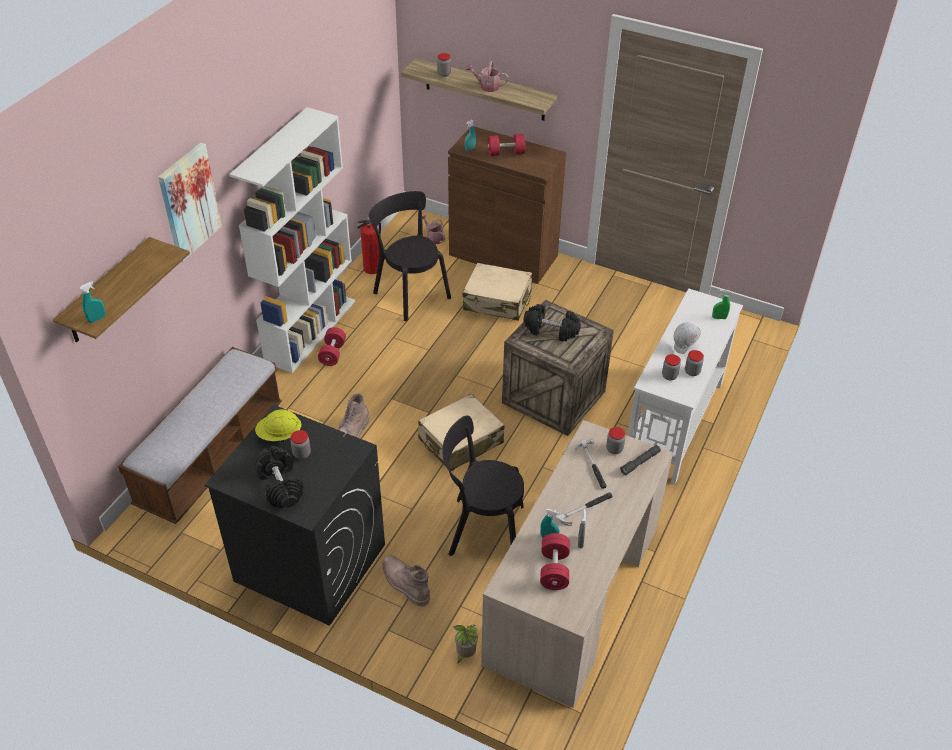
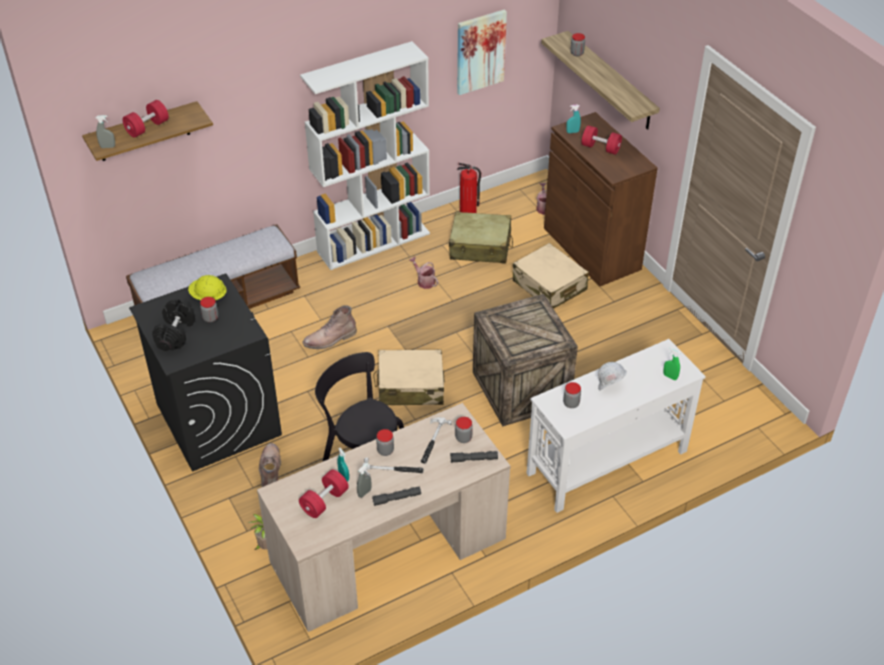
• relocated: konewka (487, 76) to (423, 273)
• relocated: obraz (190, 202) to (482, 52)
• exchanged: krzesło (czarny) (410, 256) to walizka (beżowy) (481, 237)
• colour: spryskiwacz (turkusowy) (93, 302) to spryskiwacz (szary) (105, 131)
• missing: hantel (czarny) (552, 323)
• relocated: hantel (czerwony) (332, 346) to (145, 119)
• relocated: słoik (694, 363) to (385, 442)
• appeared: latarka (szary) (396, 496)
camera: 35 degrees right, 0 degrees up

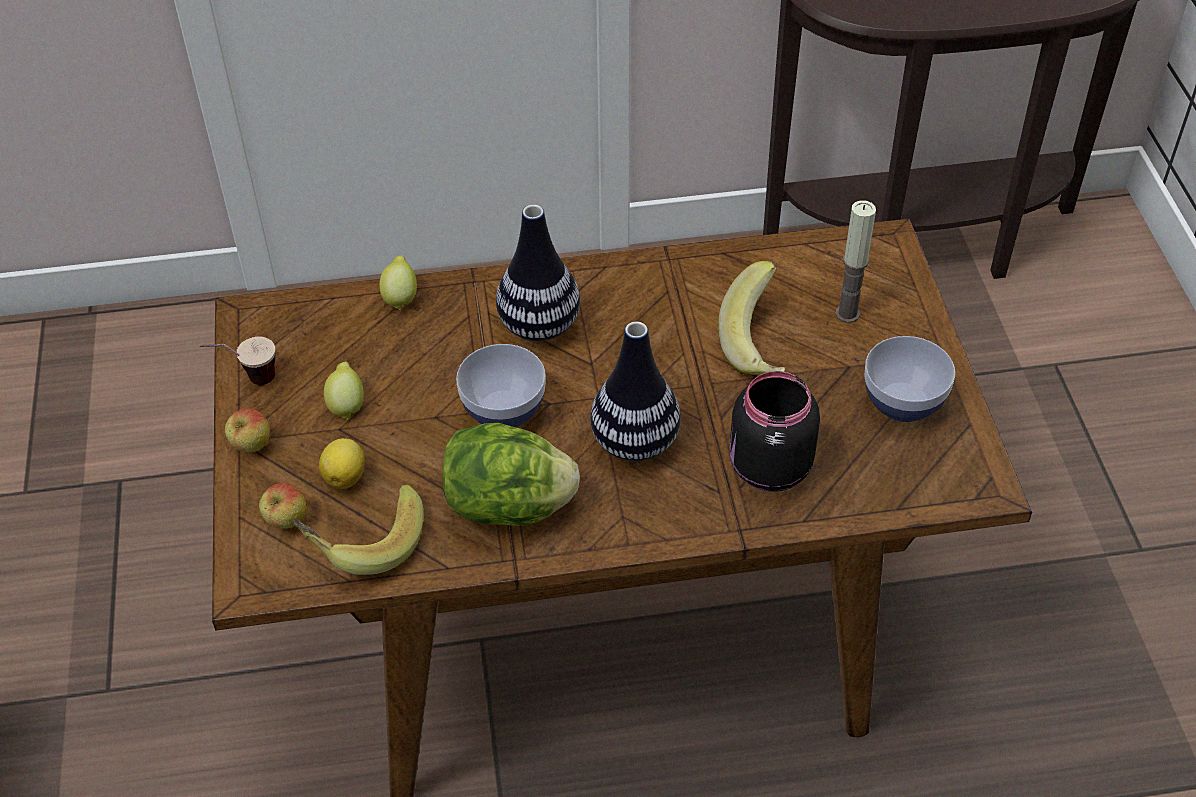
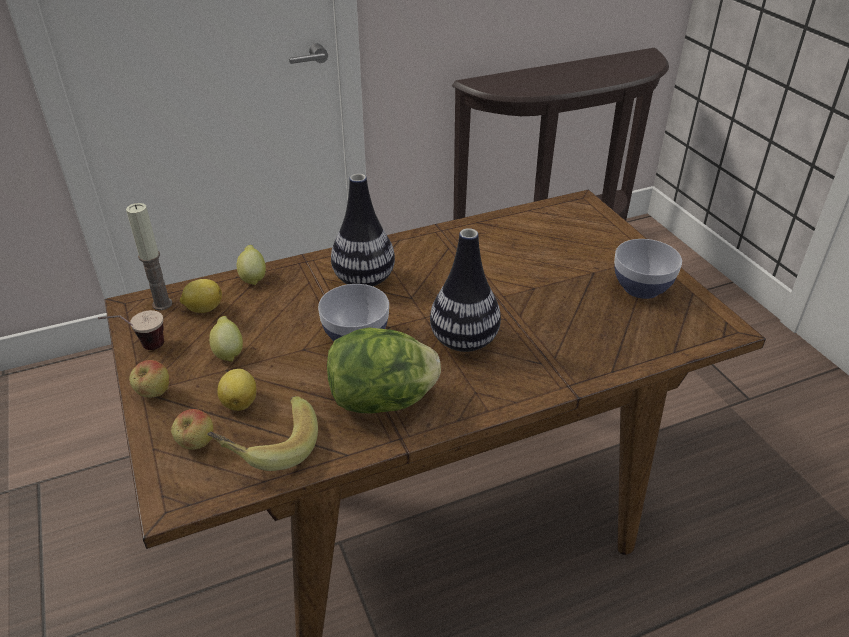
• relocated: świeca (855, 261) to (149, 256)
• missing: banan (751, 318)
• missing: słoik (czarny) (775, 431)
• appeared: cytryna (201, 296)
camera: 15 degrees left, 10 degrees down

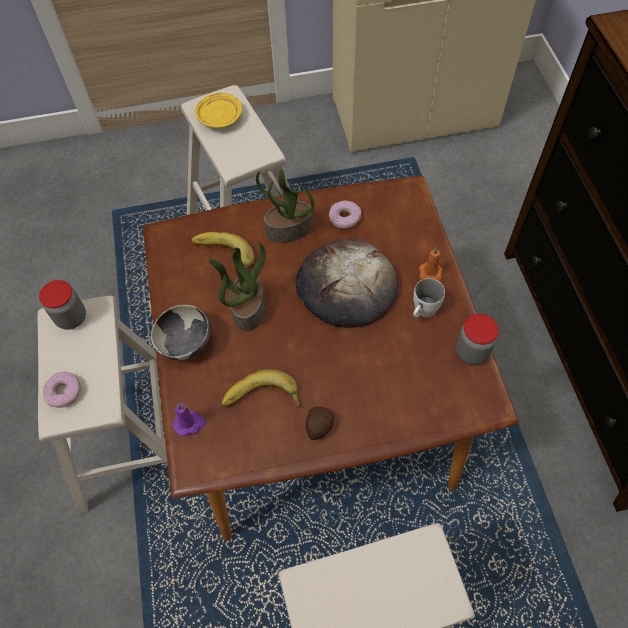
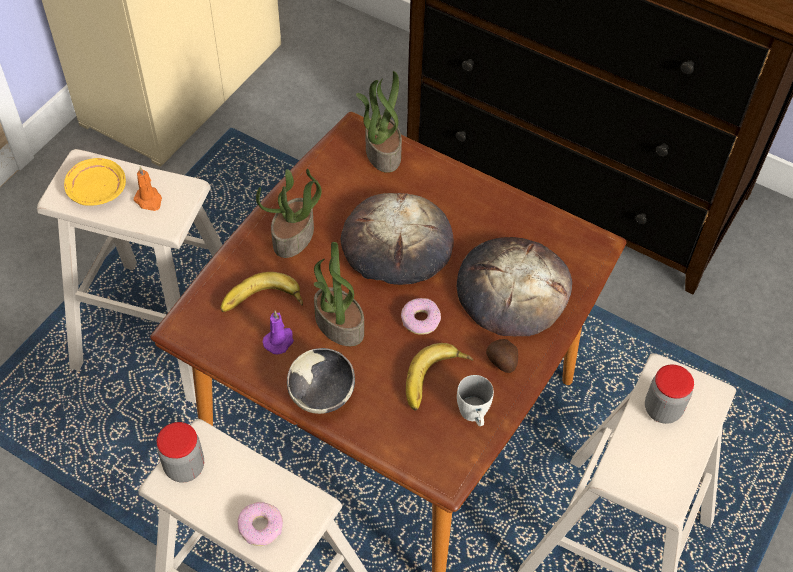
• relocated: donut (345, 214) to (421, 316)
• relocated: świeca (pomarańczowy) (431, 264) to (148, 188)
• relocated: kubek (biały) (429, 298) to (475, 400)
• relocated: słoik (477, 339) to (669, 394)
• relocated: świeca (fioletowy) (189, 420) to (278, 333)
• appeared: roślina doniczkowa (379, 122)
• appeared: chleb (514, 286)
camera: 50 degrees left, 5 degrees down

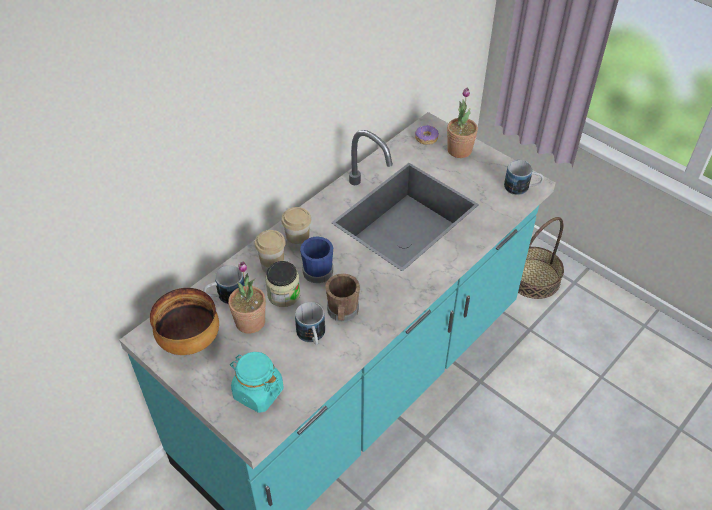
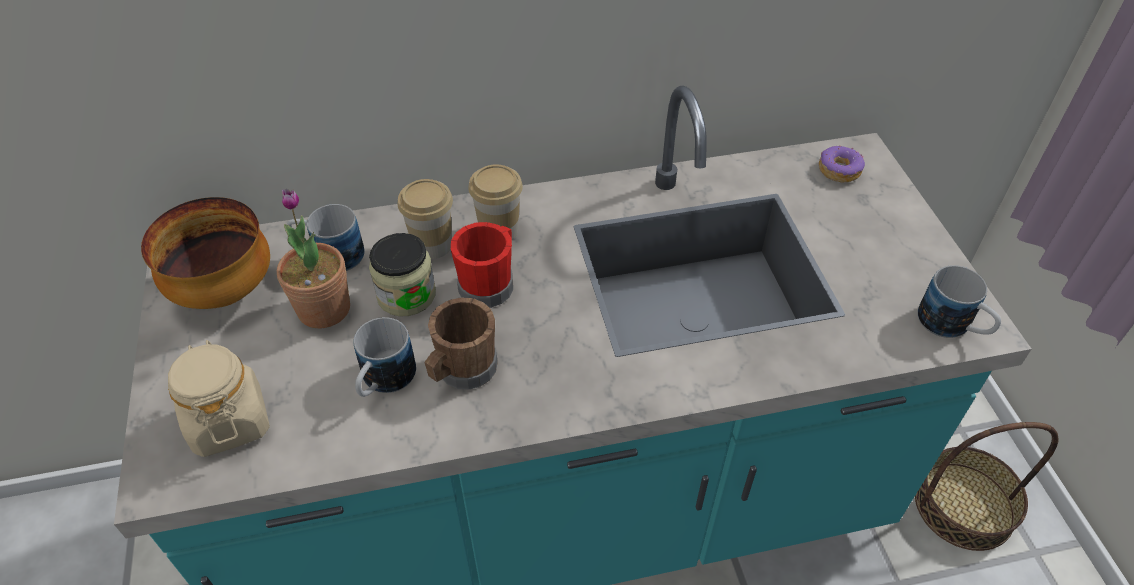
• missing: roślina doniczkowa (462, 122)
• colour: kubek (niebieski) (316, 259) to kubek (czerwony) (482, 265)
• colour: słoik (turkusowy) (257, 382) to słoik (beżowy) (219, 398)
camera: 35 degrees right, 0 degrees up

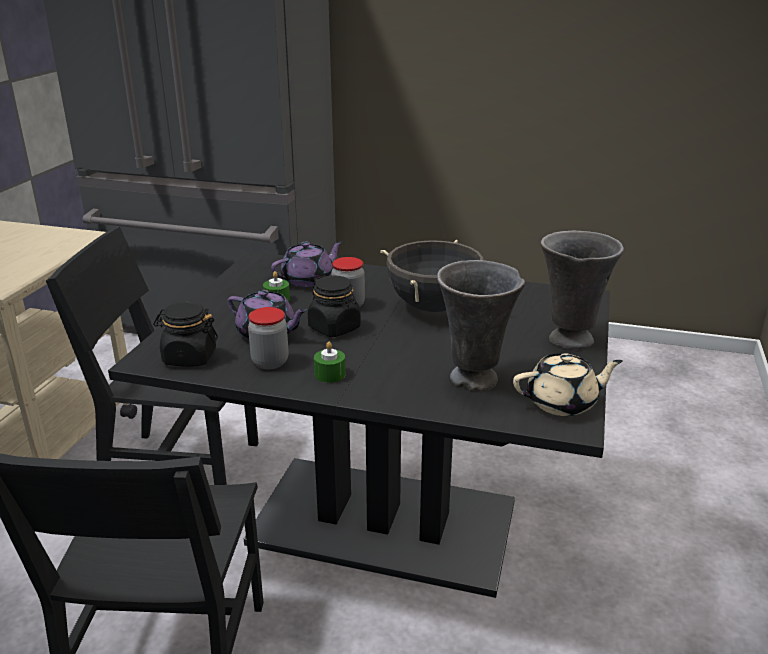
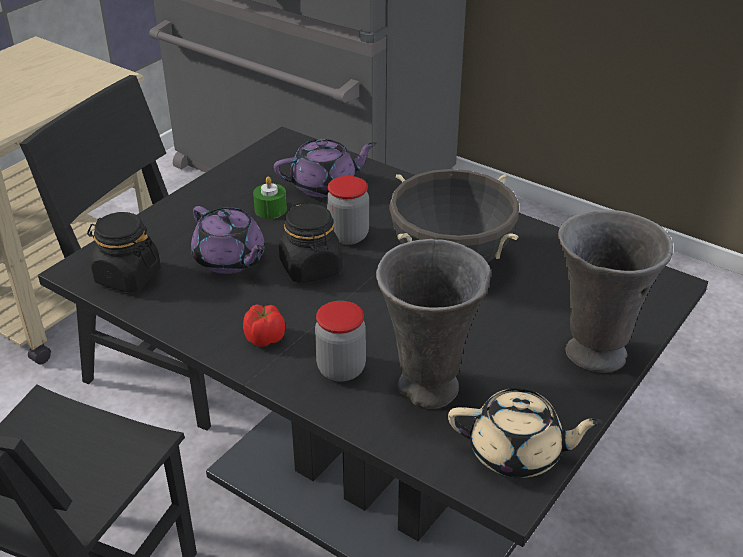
• relocated: słoik (268, 338) to (340, 341)
• exchanged: świeca (zielony) (330, 362) to pomidor (264, 325)
camera: 20 degrees right, 10 degrees up

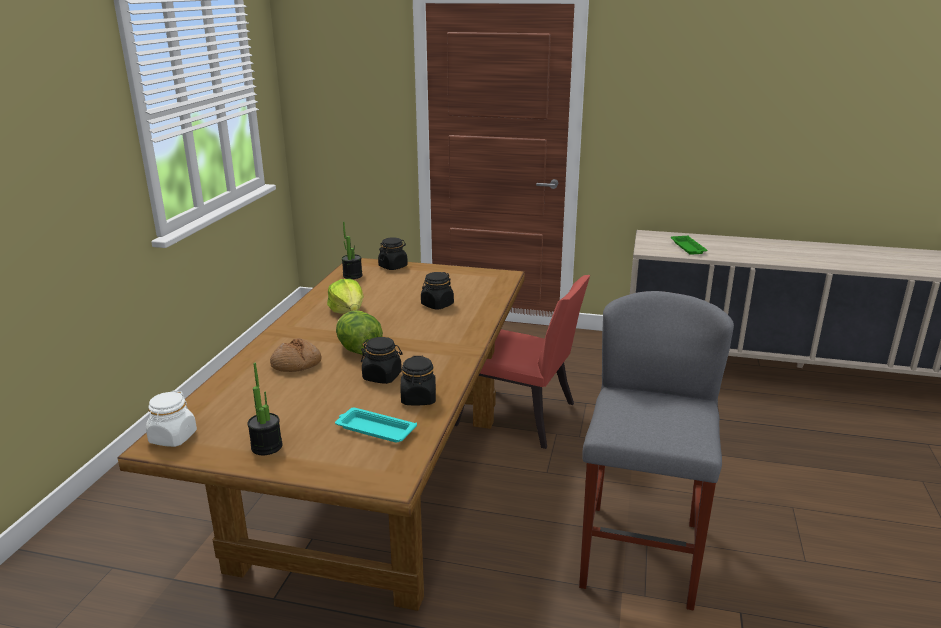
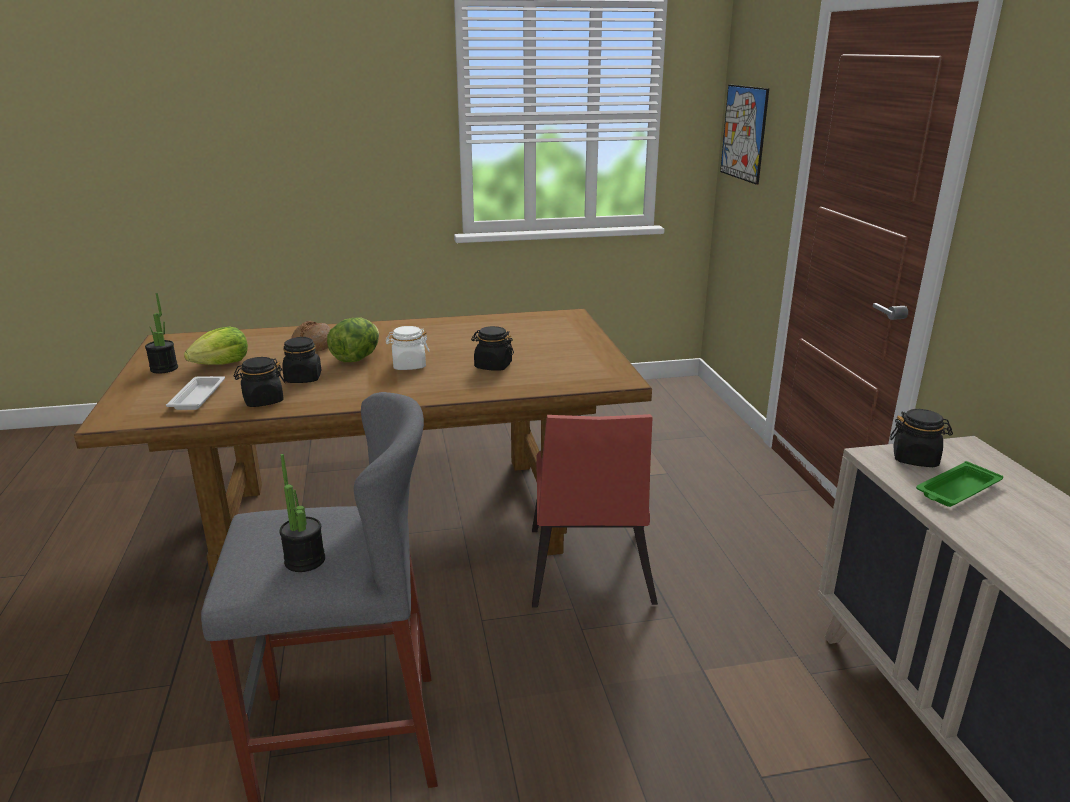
• relocated: roślina doniczkowa (352, 250) to (302, 513)
• relocated: słoik (czarny) (393, 253) to (921, 438)
• relocated: sałata (345, 296) to (216, 346)
• relocated: słoik (biały) (171, 418) to (407, 348)
• colour: taca (turkusowy) (376, 425) to taca (biały) (195, 393)
• appeared: obraz (744, 135)
camera: 65 degrees right, 0 degrees up

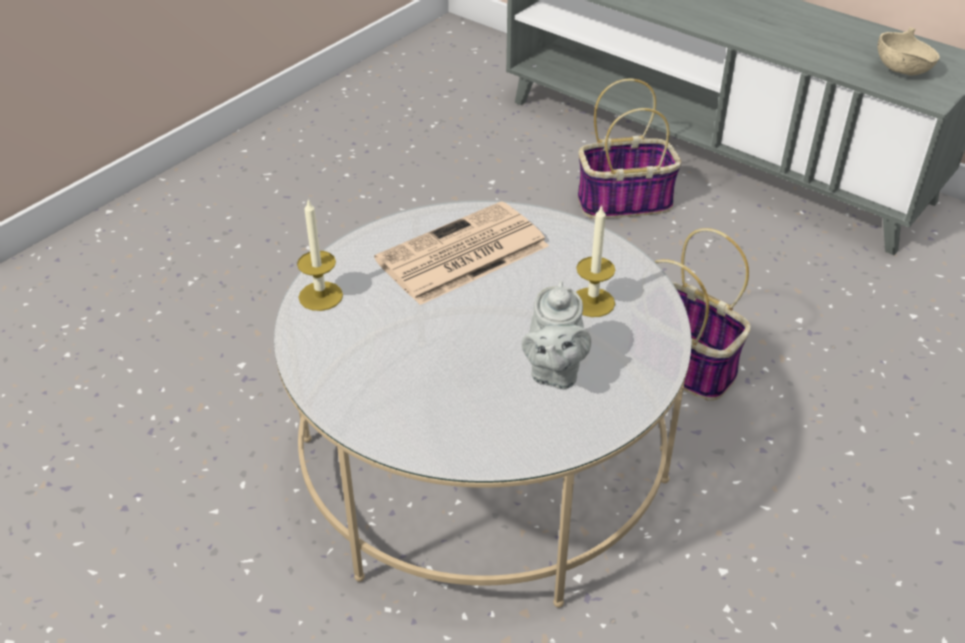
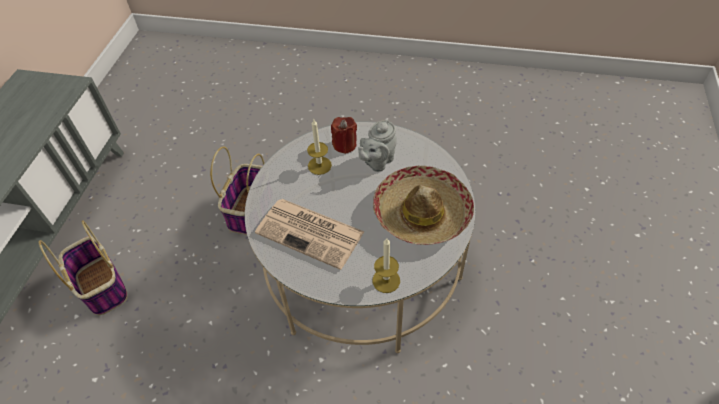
• missing: miska (beżowy) (909, 51)
• spun: imbryk (szary) (556, 335) = (377, 145) 150 degrees clockwise
• appeared: świeca (czerwony) (344, 135)
• appeared: kapelusz (423, 205)
camera: 115 degrees left, 10 degrees up

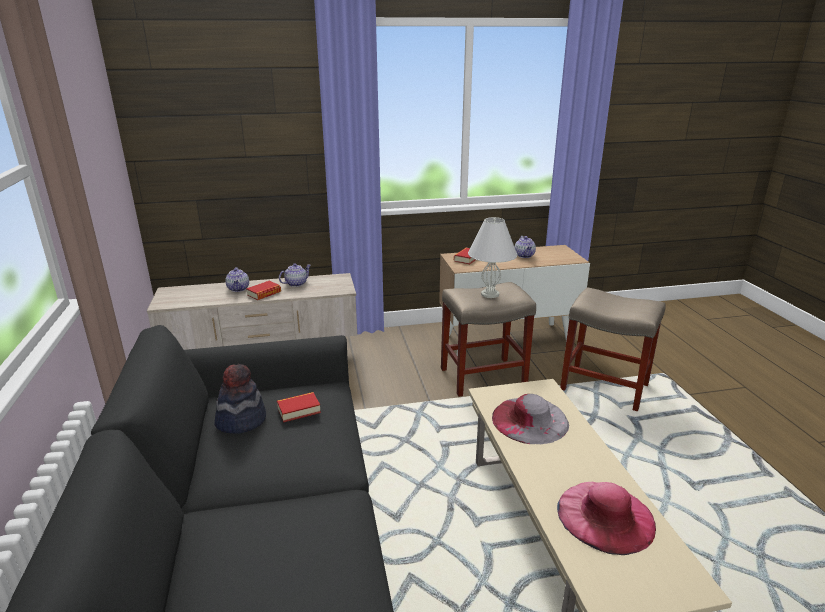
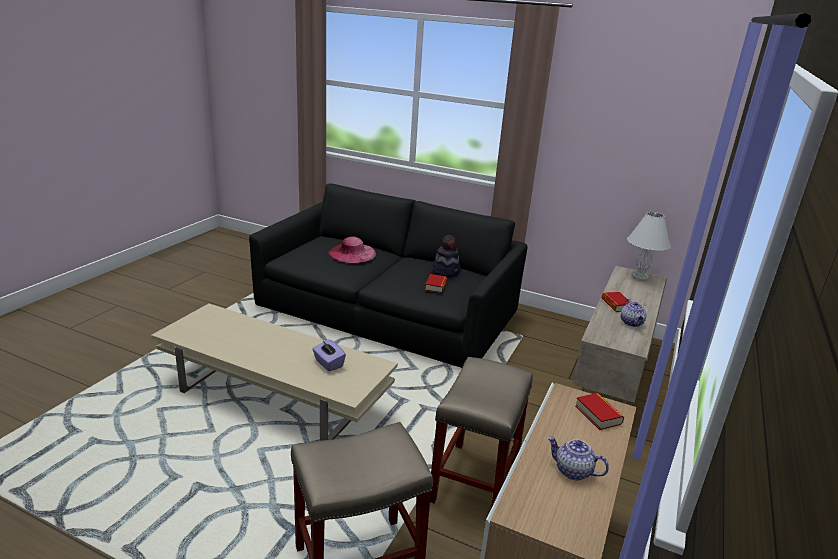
• relocated: lampa stołowa (biały) (492, 257) to (649, 246)
• missing: imbryk (237, 279)
• exchanged: kapelusz (szary) (530, 419) to pudełko chusteczek (fioletowy) (329, 355)
• relocated: kapelusz (różowy) (606, 518) to (352, 249)
camera: 125 degrees right, 0 degrees up

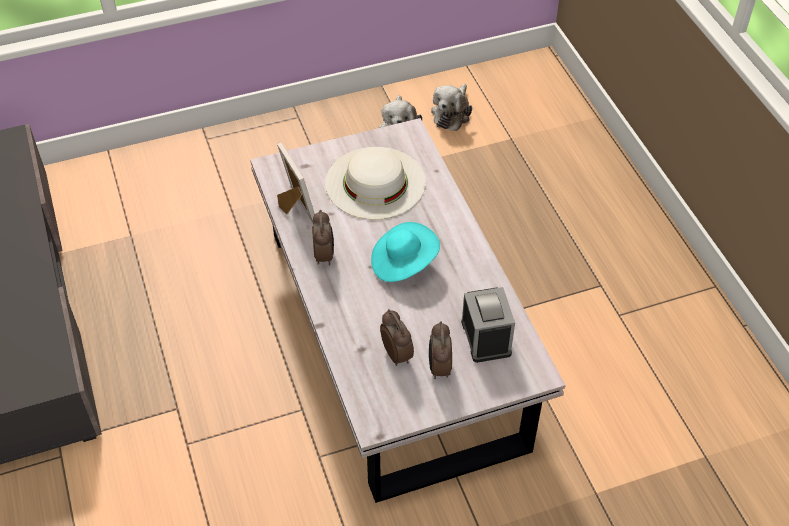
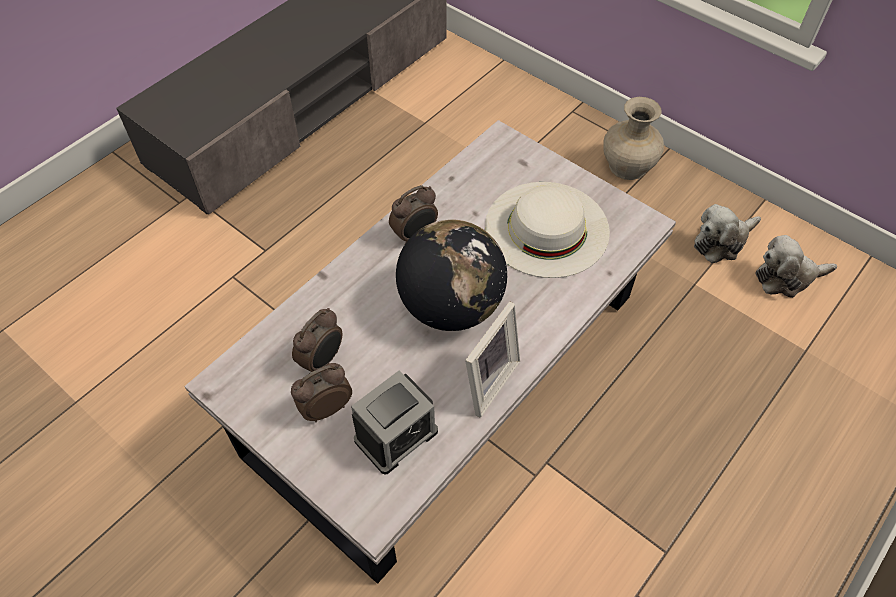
• relocated: ramka na zdjęcie (296, 182) to (492, 359)
• exchanged: kapelusz (turkusowy) (405, 252) to globus (451, 275)
• appeared: wazon (beżowy) (633, 138)
camera: 60 degrees right, 5 degrees up

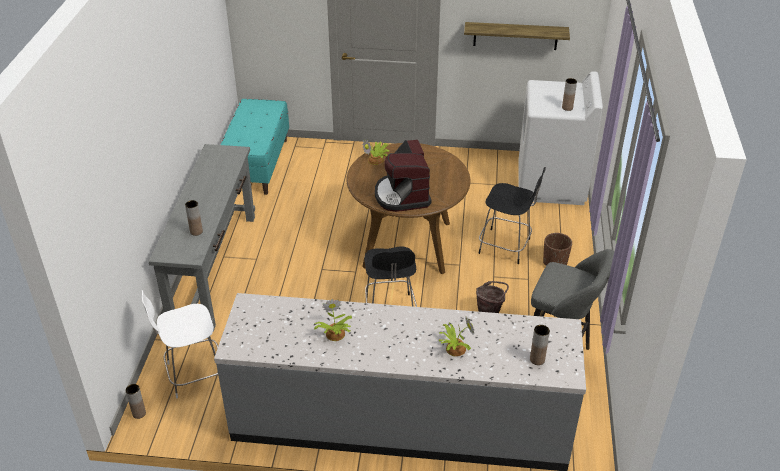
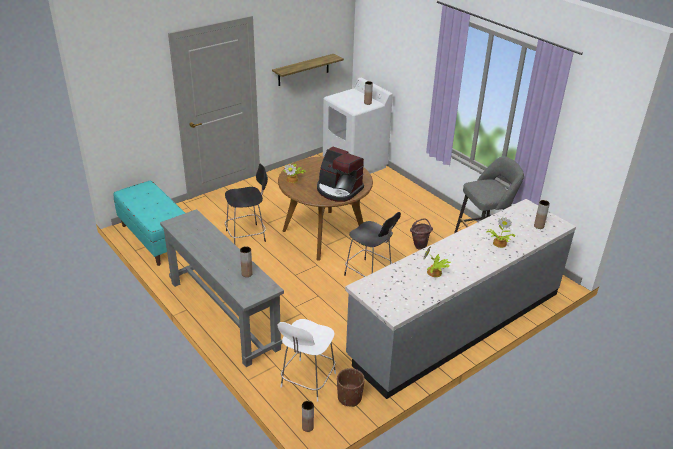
• relocated: krzesło (czarny) (512, 215) to (246, 204)
• relocated: donica (brązowy) (557, 249) to (351, 387)
camera: 45 degrees left, 5 degrees down

